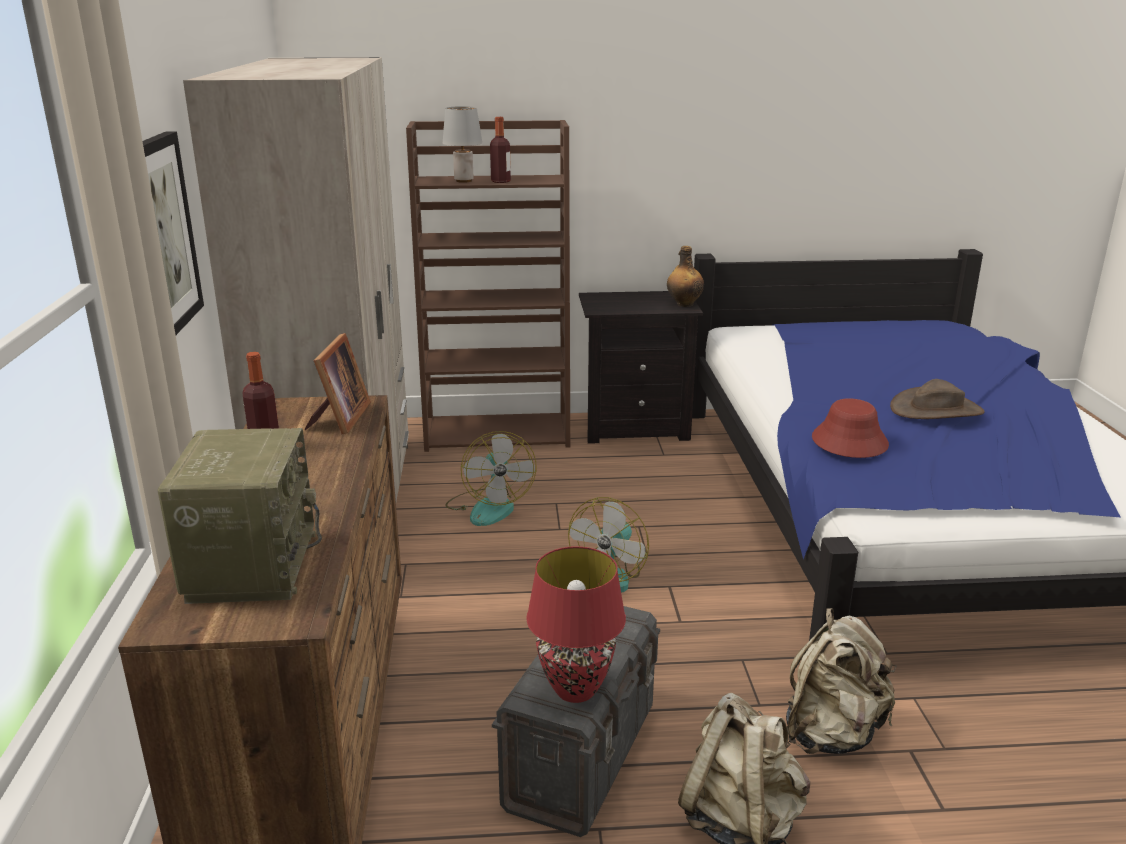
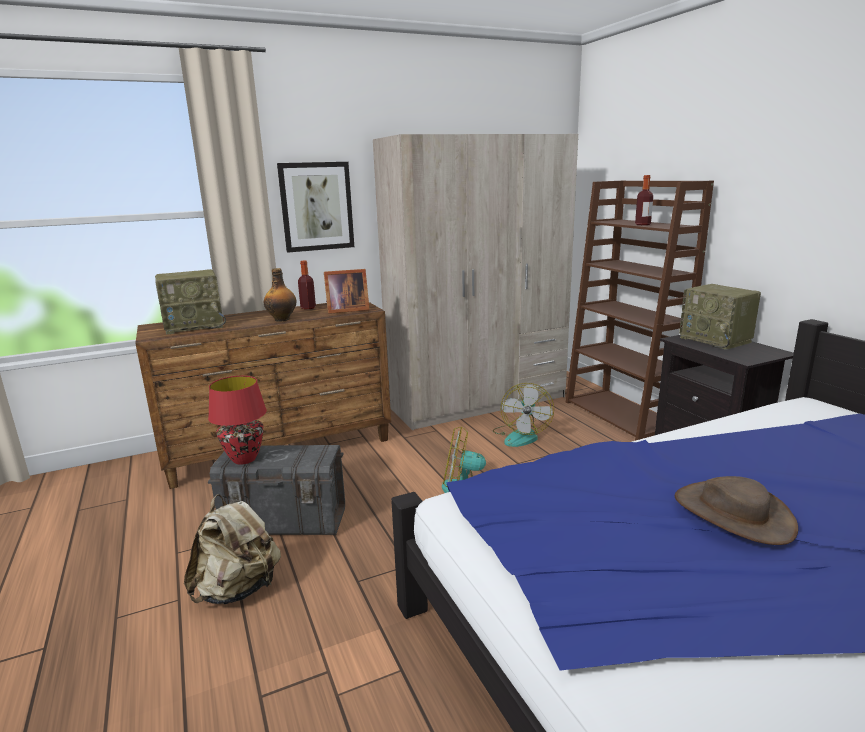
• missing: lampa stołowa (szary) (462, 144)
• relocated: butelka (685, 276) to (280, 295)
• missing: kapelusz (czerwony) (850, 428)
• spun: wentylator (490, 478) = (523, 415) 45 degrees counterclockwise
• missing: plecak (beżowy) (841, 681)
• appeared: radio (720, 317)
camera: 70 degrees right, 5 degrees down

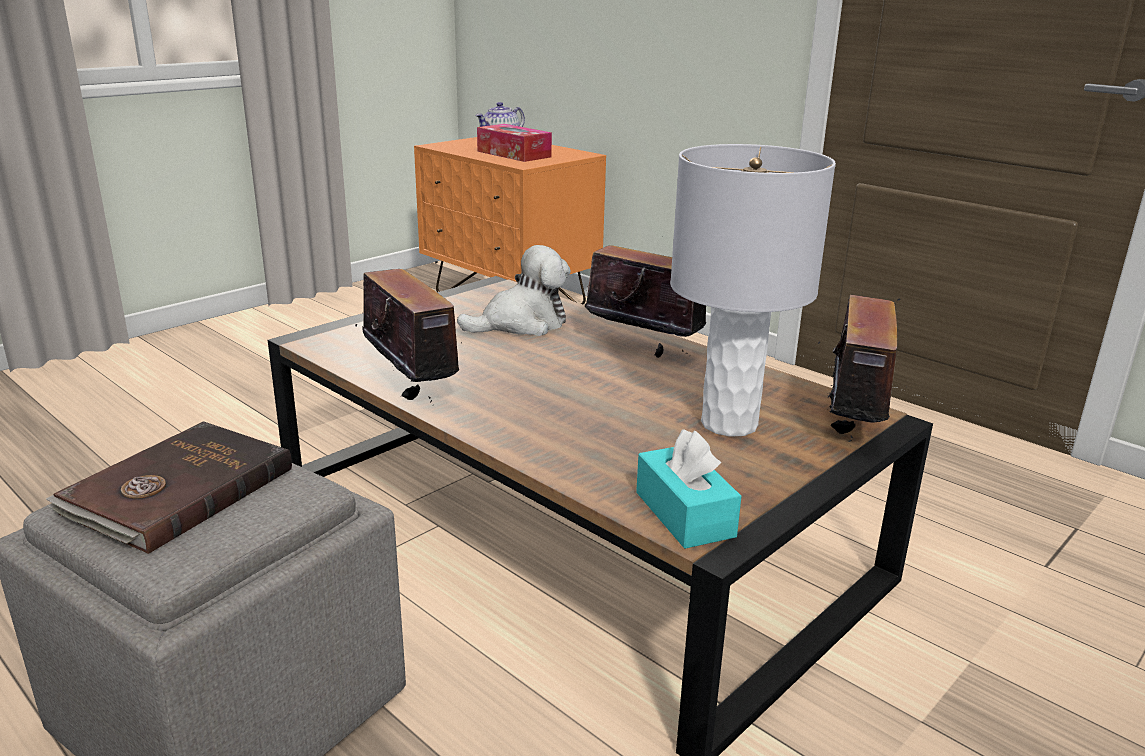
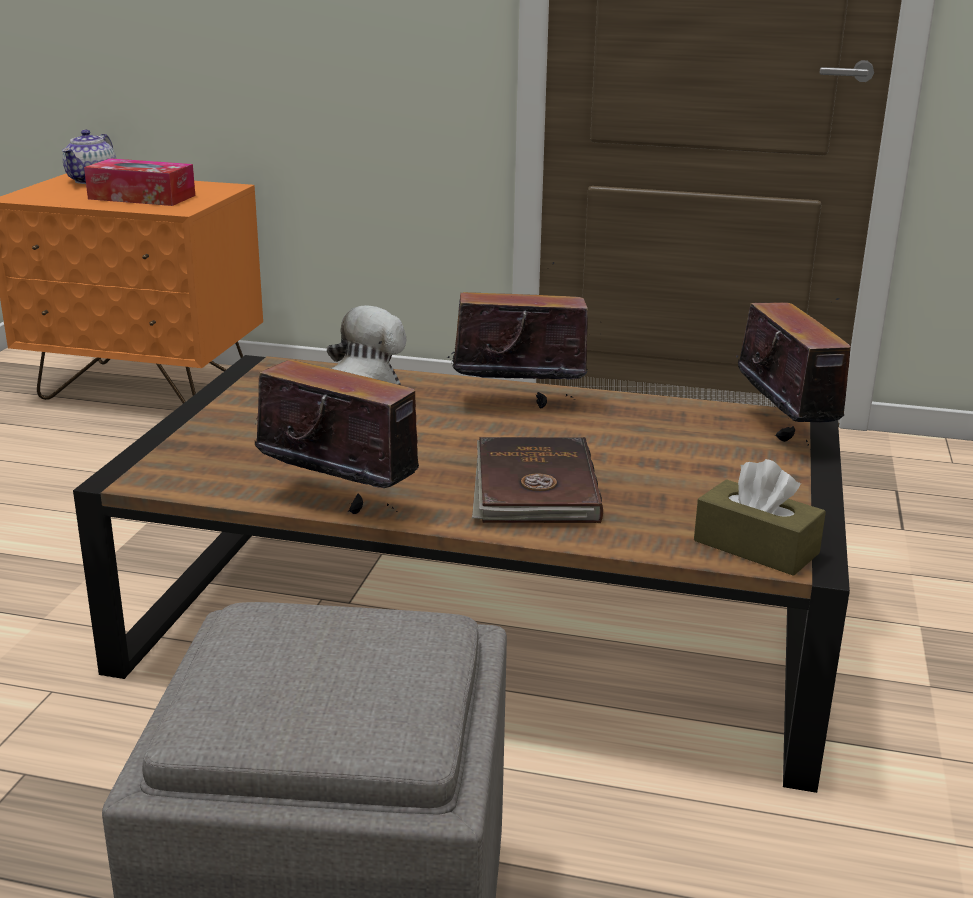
• missing: lampa stołowa (szary) (753, 290)
• relocated: książka (brązowy) (169, 487) to (537, 480)
• colour: pudełko chusteczek (turkusowy) (689, 489) to pudełko chusteczek (brązowy) (760, 517)
camera: 30 degrees left, 0 degrees up

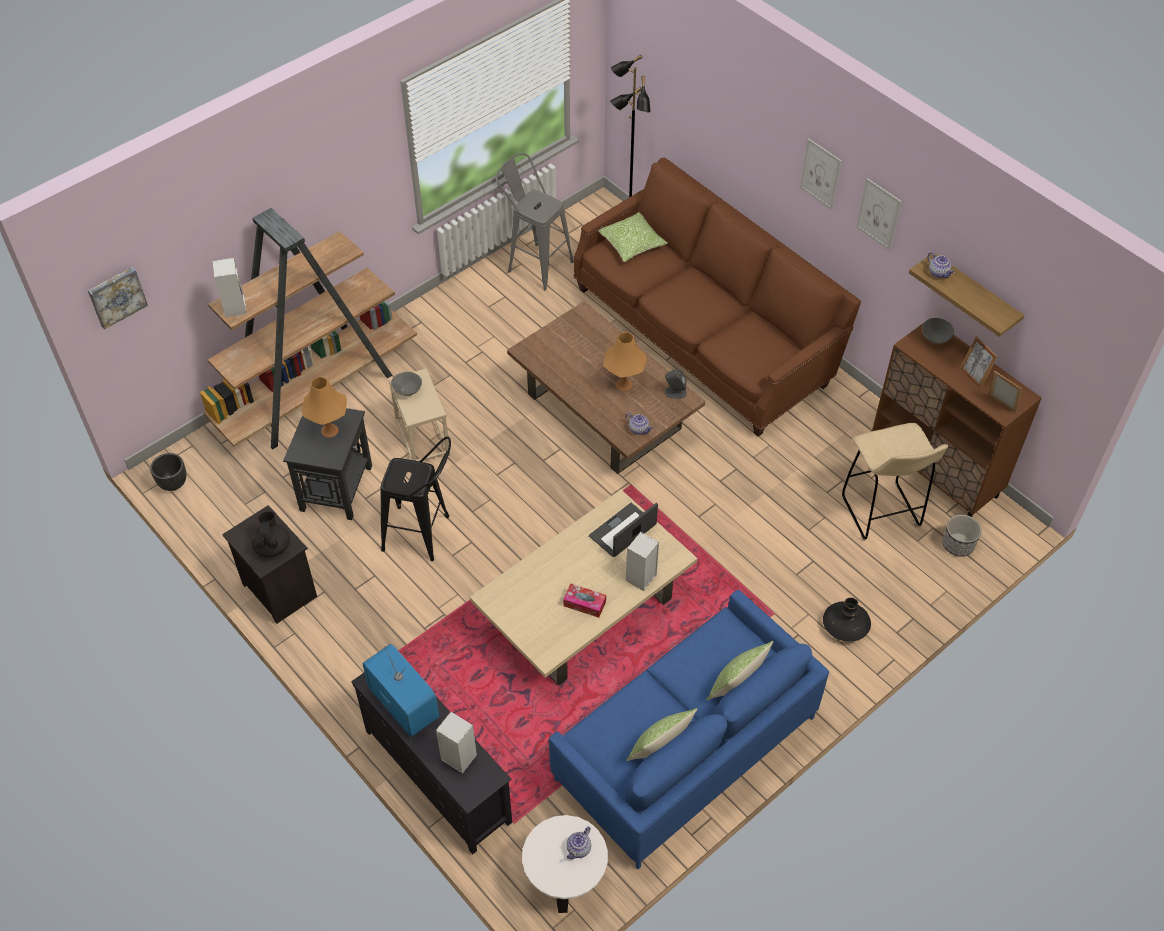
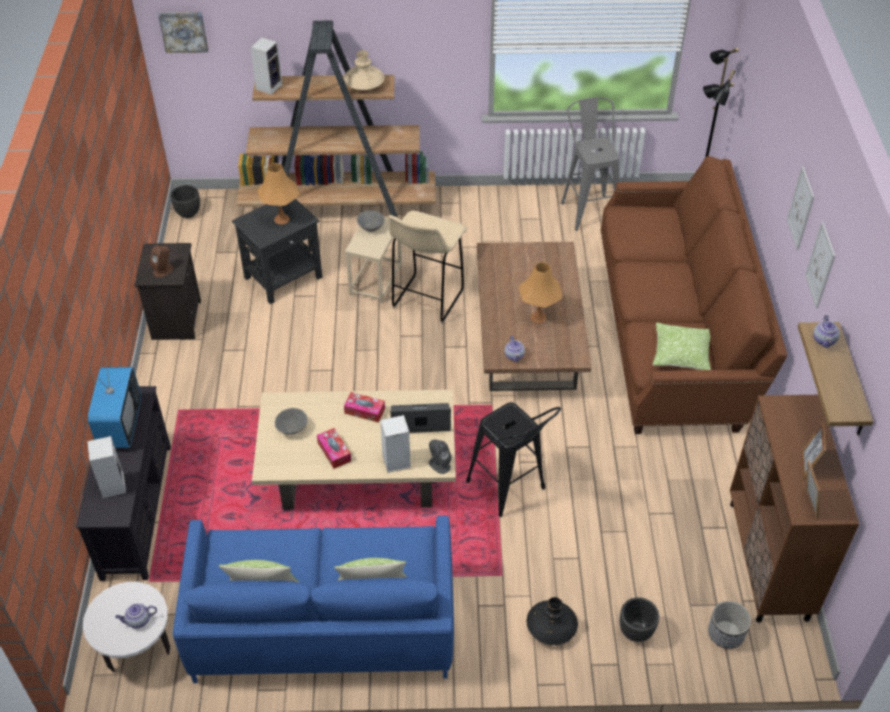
• relocated: poduszka (632, 237) to (682, 346)
• relocated: miska (szary) (938, 331) to (291, 421)
• relocated: głośnik (szary) (676, 384) to (440, 456)
• relocated: stołek (beżowy) (895, 482) to (428, 267)
• relocated: stołek (czarny) (416, 498) to (513, 459)
• exchanged: imbryk (czarny) (271, 534) to głośnik (brązowy) (161, 262)
• appeared: wazon (beżowy) (364, 70)
• appeared: pudełko chusteczek (364, 407)
• appeared: donica (czarny) (639, 619)
camera: 40 degrees right, 5 degrees down

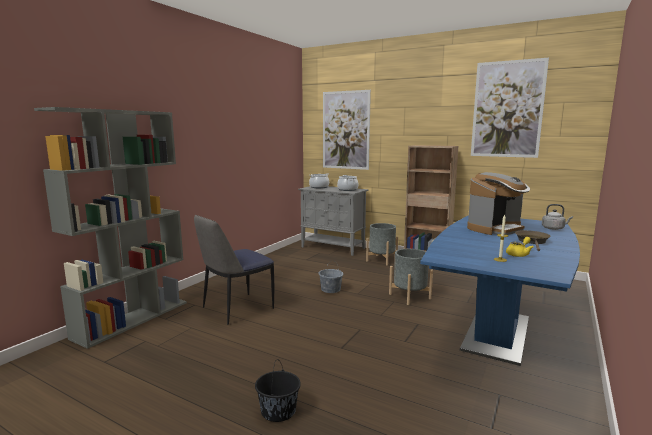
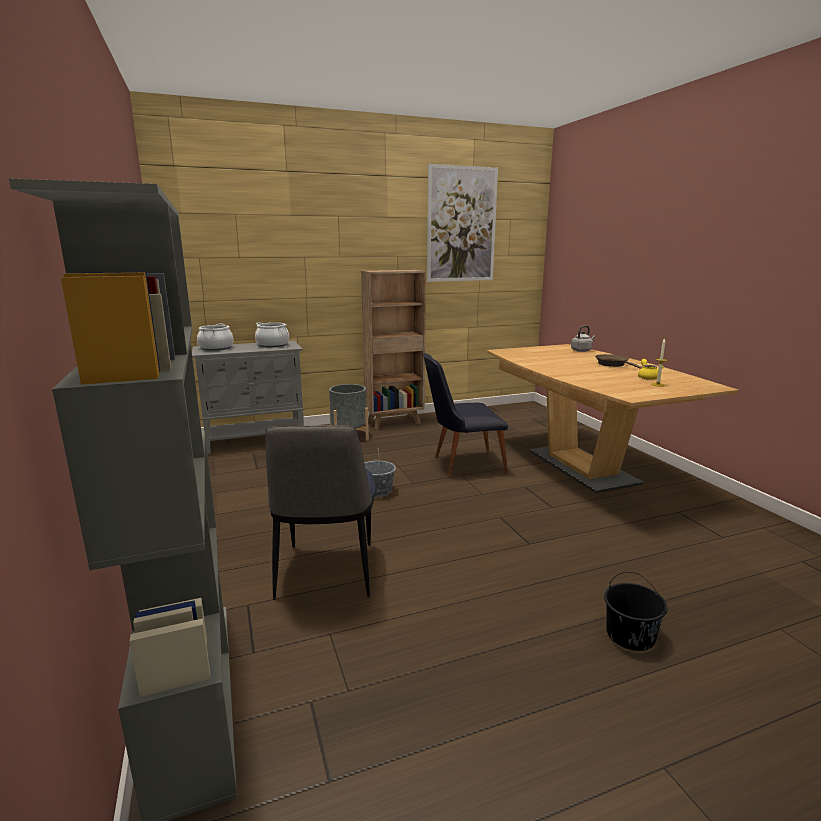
• missing: obraz (347, 130)
• missing: ekspres do kawy (498, 203)
• colour: stół jadalny (niebieski) (500, 290) to stół jadalny (brązowy) (613, 418)
• exchanged: donica (szary) (411, 277) to krzesło (czarny) (465, 415)
camera: 50 degrees left, 5 degrees up

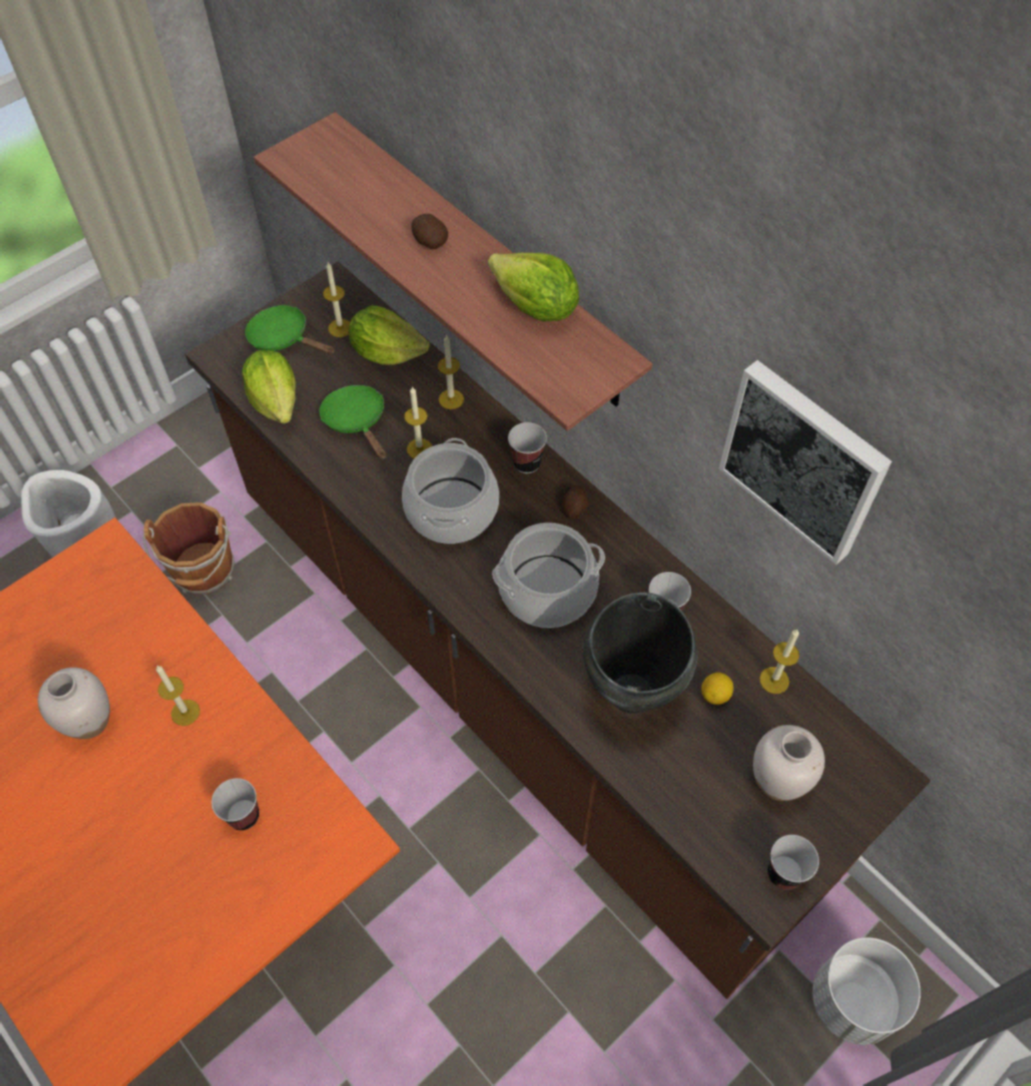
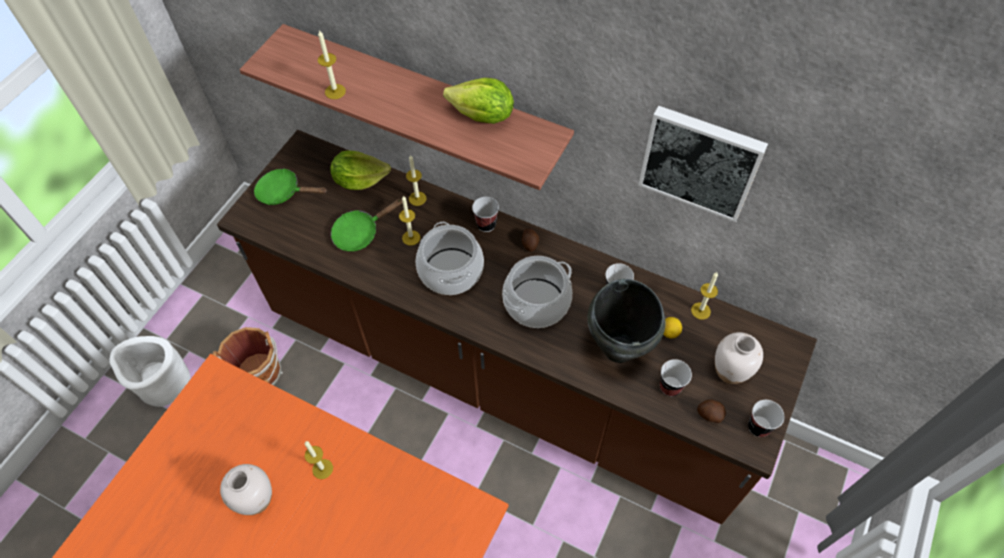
• relocated: ziemniak (429, 231) to (711, 411)
• relocated: świeca (336, 299) to (332, 64)
• missing: sałata (269, 387)
• spun: patelnia (zielony) (352, 422) = (367, 225) 75 degrees counterclockwise
• relocated: filiżanka (235, 804) to (676, 378)
• missing: donica (biały) (866, 991)
camera: 20 degrees left, 0 degrees up

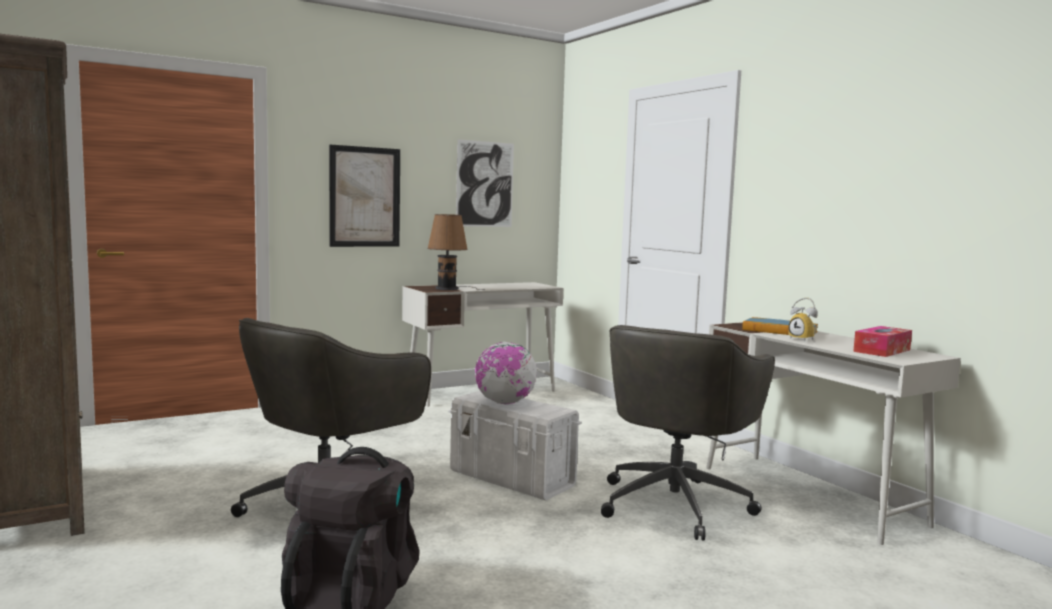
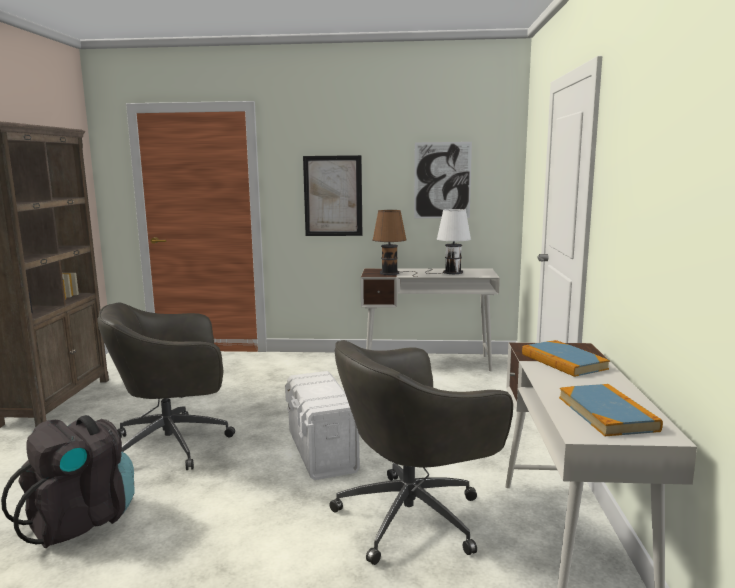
• missing: budzik (803, 320)
• exchanged: pudełko chusteczek (882, 341) to książka (611, 410)
• missing: globus (506, 373)
• appeared: lampa stołowa (biały) (448, 241)
camera: 35 degrees right, 5 degrees up

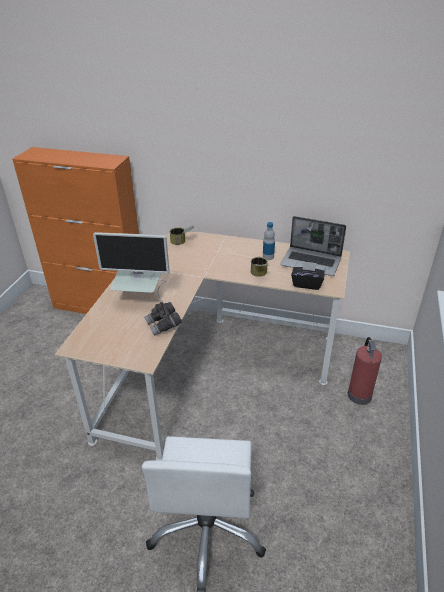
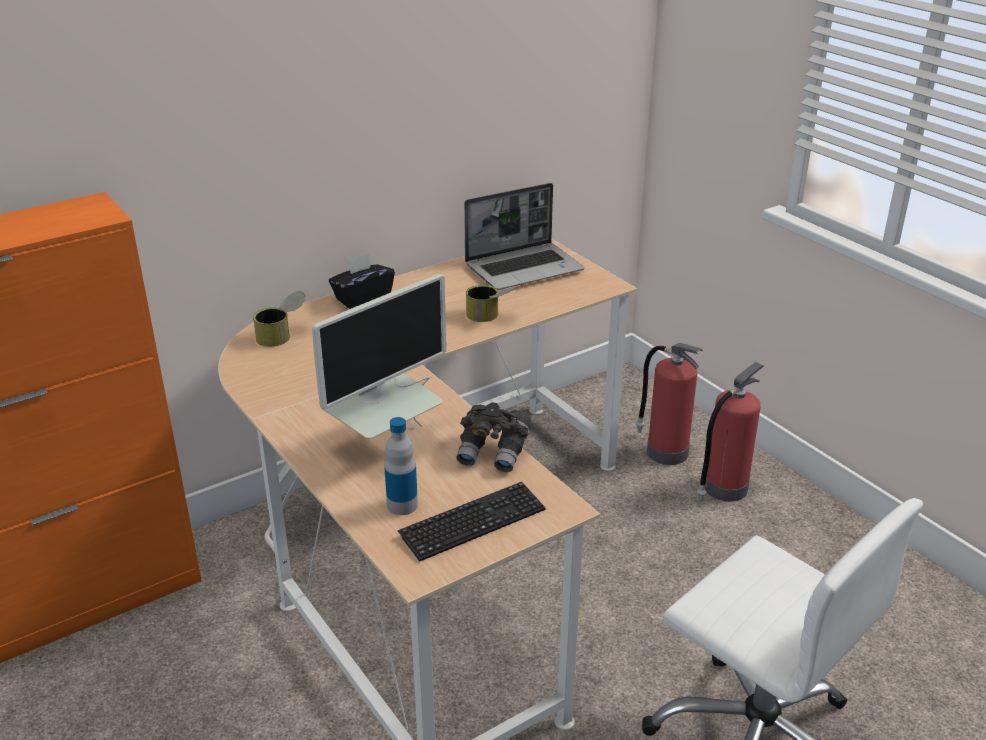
• relocated: butelka (269, 241) to (401, 466)
• relocated: pudełko chusteczek (czarny) (308, 275) to (362, 281)
• appeared: gaśnica (730, 432)
• appeared: klawiatura (472, 522)
camera: 50 degrees left, 5 degrees down

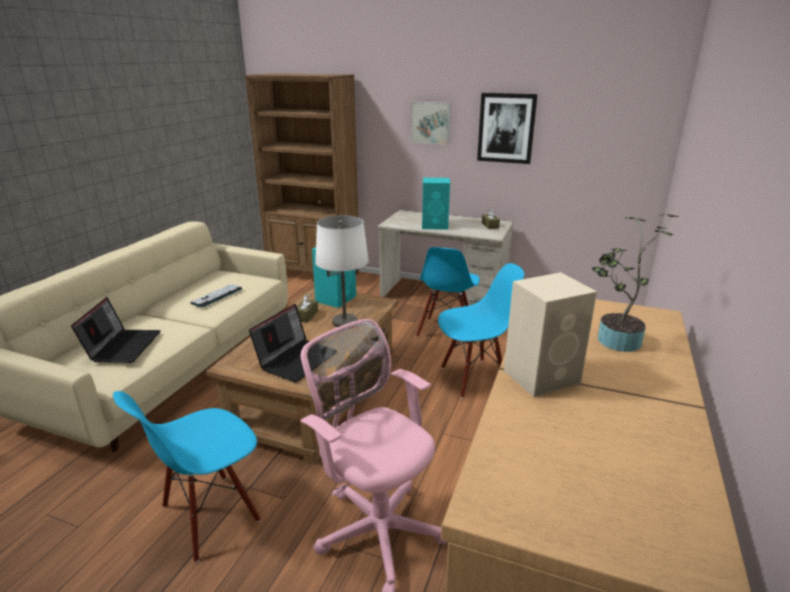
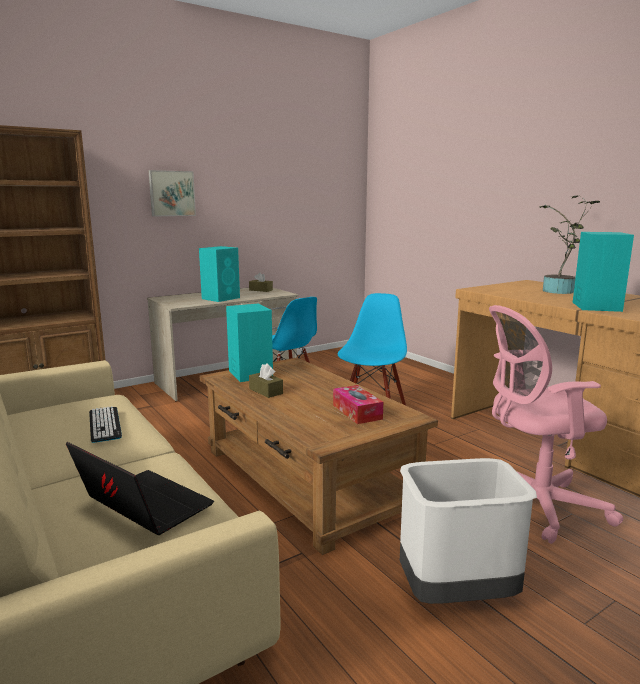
• missing: obraz (507, 128)
• missing: lampa stołowa (biały) (342, 271)
• colour: głośnik (beżowy) (550, 334) to głośnik (turkusowy) (603, 272)
• exchanged: laptop (288, 343) to pudełko chusteczek (358, 404)
• exchanged: krzesło (niebieski) (187, 477) to kosz na śmieci (biały) (468, 531)
camera: 55 degrees left, 10 degrees down

